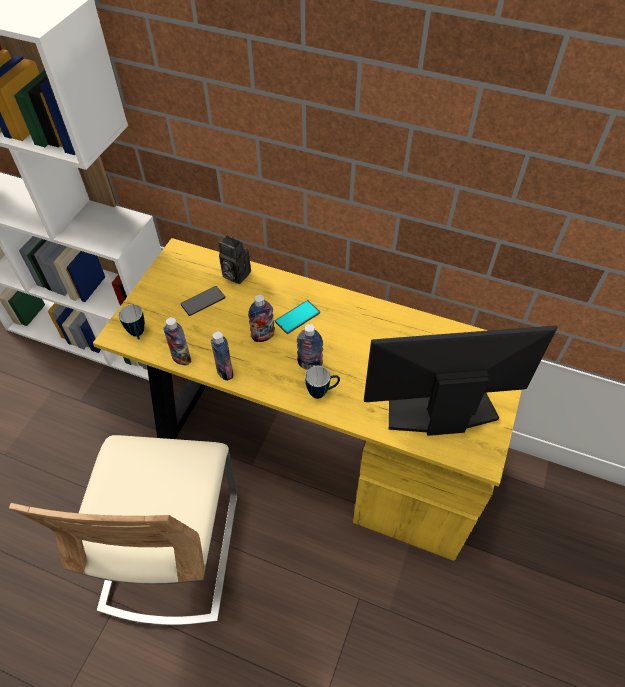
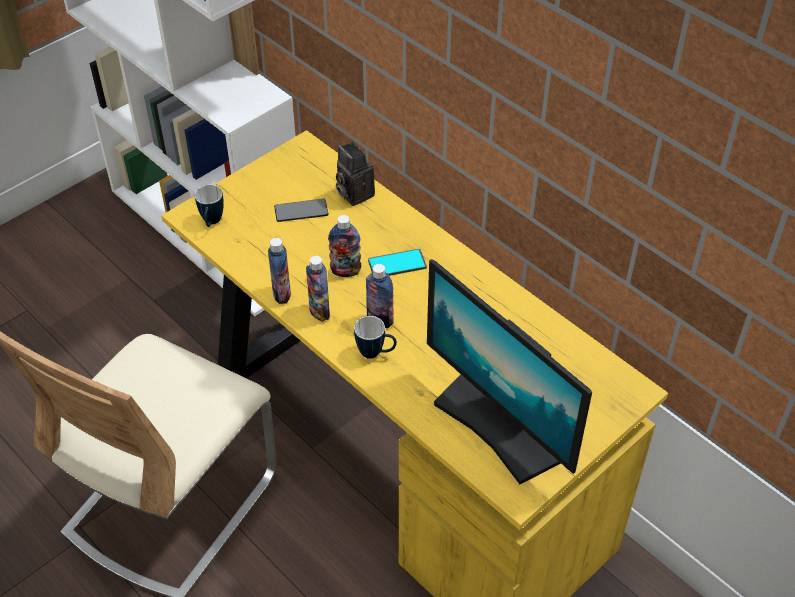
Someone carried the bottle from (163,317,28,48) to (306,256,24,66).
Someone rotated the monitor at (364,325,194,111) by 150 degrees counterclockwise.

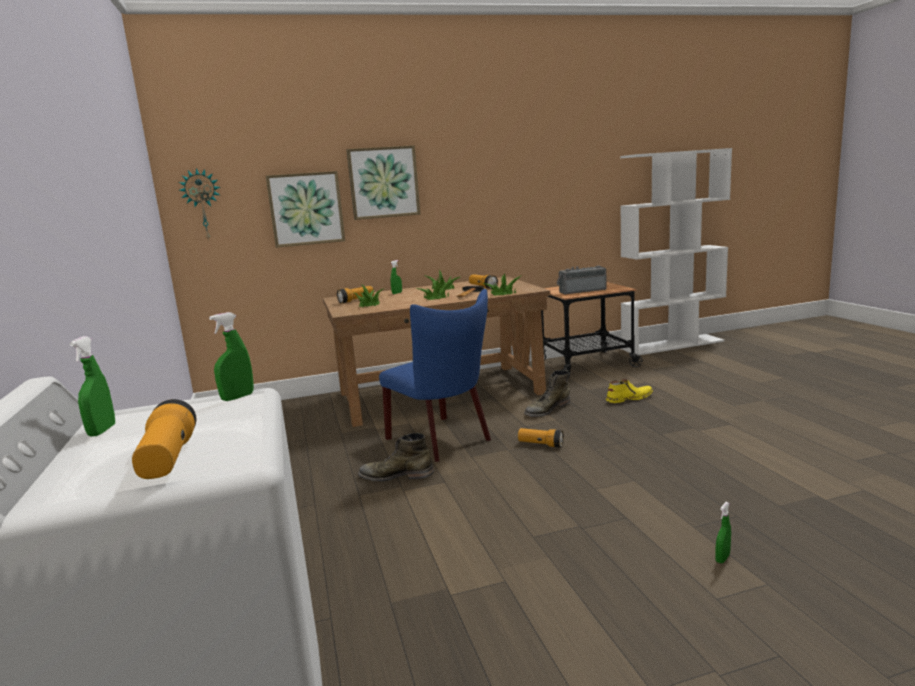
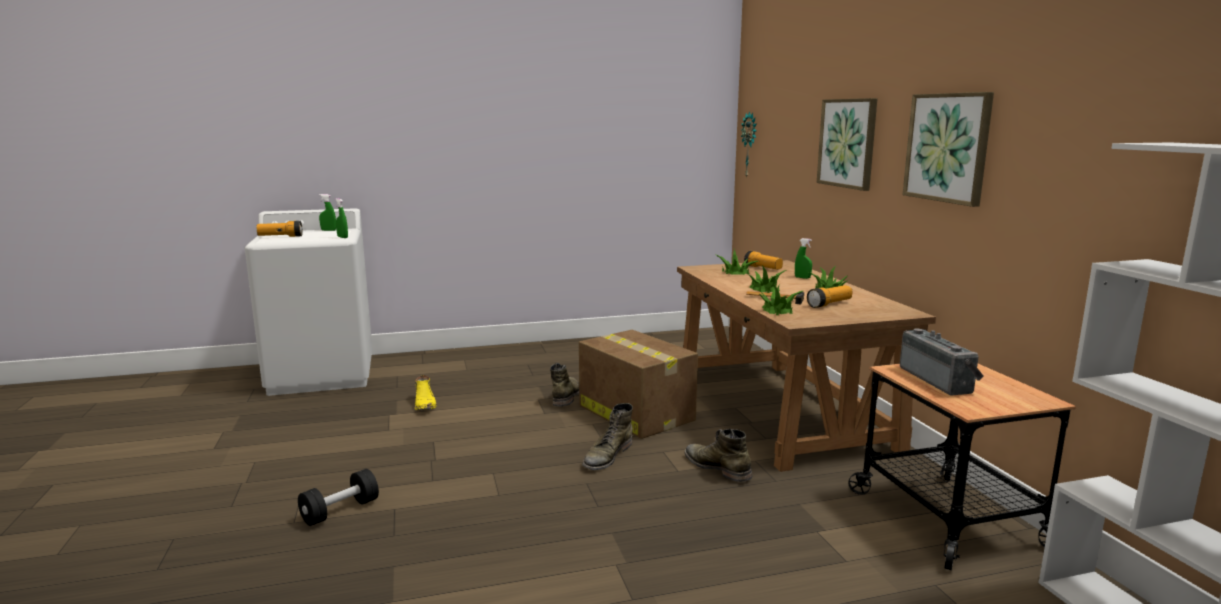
Someone carried the picture from (266,171,79,77) to (903,92,91,115).
Someone swapped the chair (blue) at (379,289,112,173) for the cardboard box at (579,330,119,109).
Someone carried the boot (yellow) from (606,378,47,25) to (415,375,21,35).
Someone swapped the flashlight at (518,428,46,20) for the boot (green) at (582,403,51,67).
Someone swapped the spray bottle (green) at (715,502,16,61) for the dumbbell (black) at (298,469,81,57).

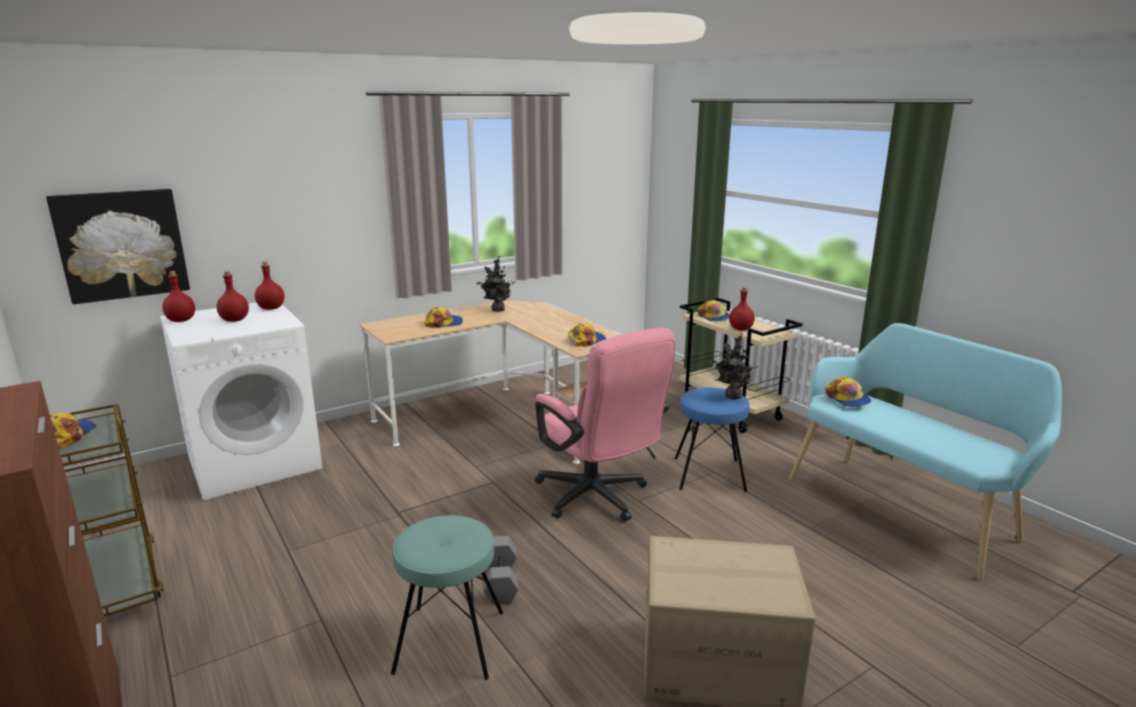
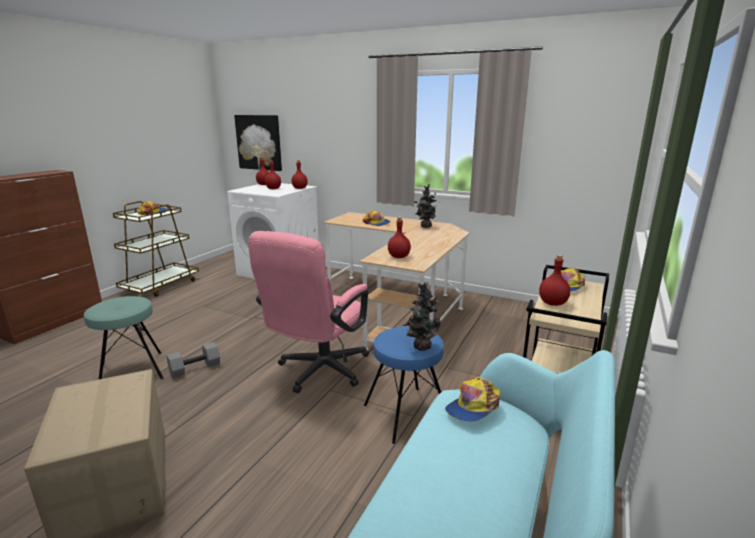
Someone swapped the cap at (568,323,38,24) for the bottle (red) at (388,217,23,41).

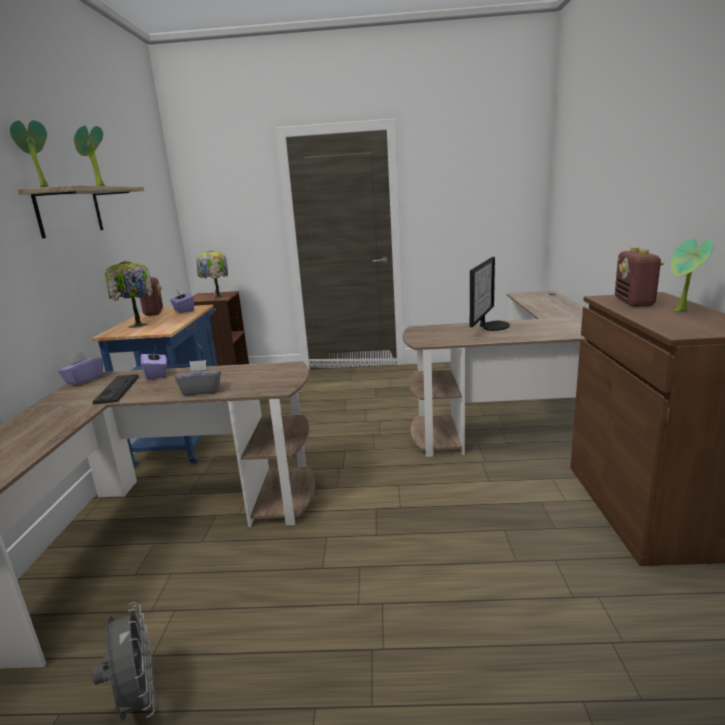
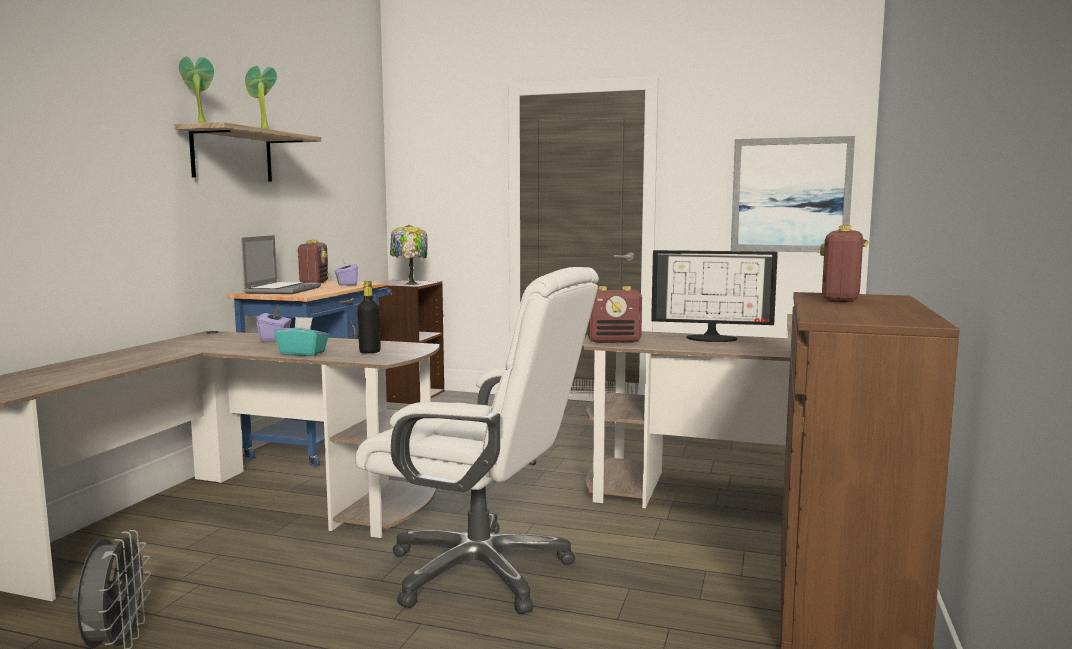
Someone took away the potted plant at (671,238,43,74).
Someone rotated the monitor at (470,257,40,74) by 60 degrees clockwise.
Someone swapped the table lamp at (105,261,48,67) for the laptop at (241,235,80,59).
Someone took away the tissue box (purple) at (58,351,45,34).
Someone repainted the tissue box (grey) at (175,360,46,35), which became the tissue box (turquoise) at (274,317,55,39).
Someone took away the keyboard at (93,374,46,31).
Someone put up the picture at (731,136,124,116).
Someone put down the office chair (white) at (355,267,244,347).
Someone put down the bottle (black) at (357,281,23,73).
Someone put down the radio at (588,286,54,57).

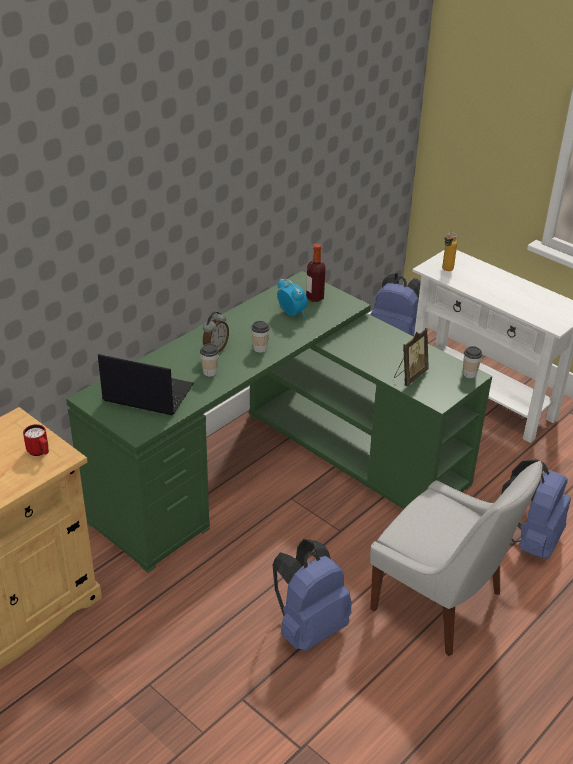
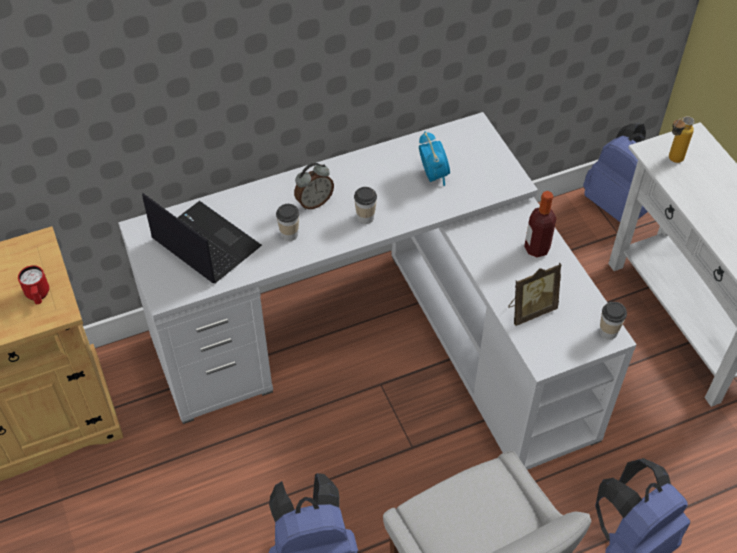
Someone carried the bottle from (306,244,19,58) to (524,191,32,67).
Someone repainted the desk (green) at (66,271,426,302), which became the desk (white) at (118,112,519,358).

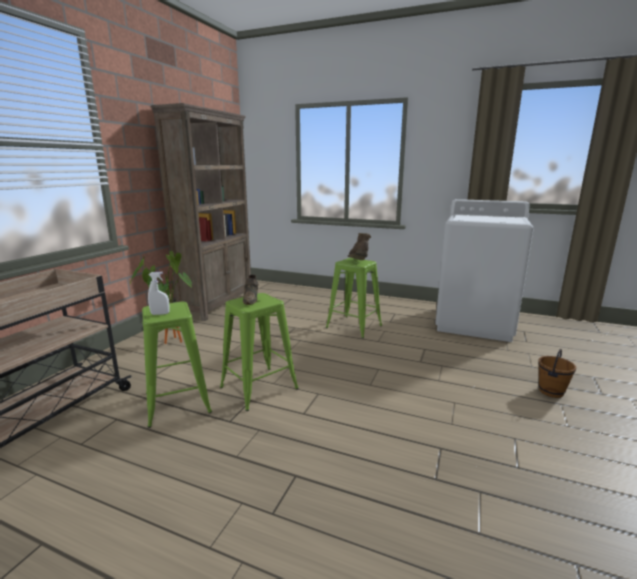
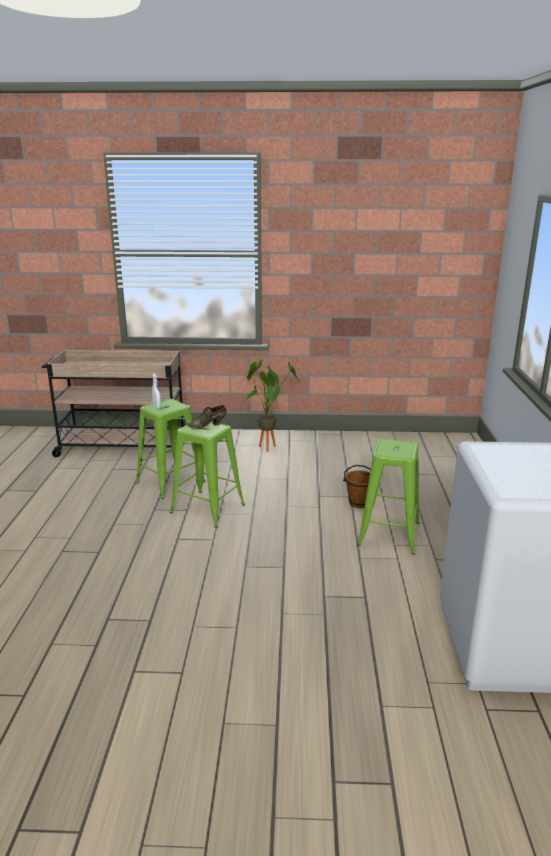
Someone took away the bookcase (brown) at (151,103,100,218).
Someone took away the boot (brown) at (348,233,23,27).
Someone carried the bucket (brown) from (538,349,38,49) to (343,465,28,43).

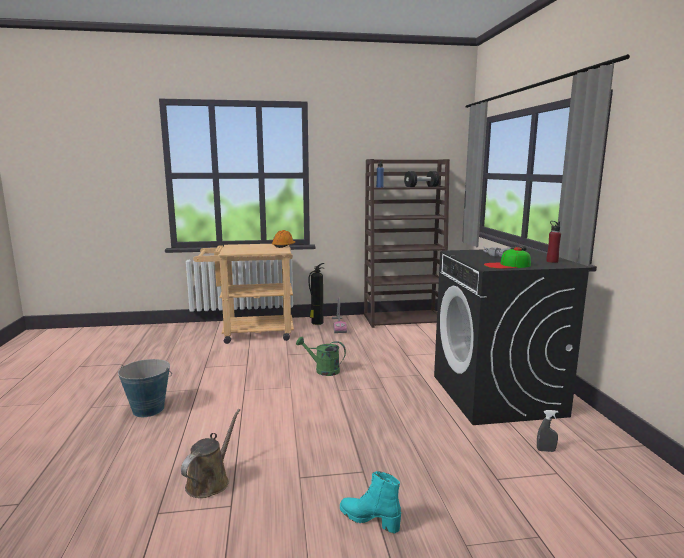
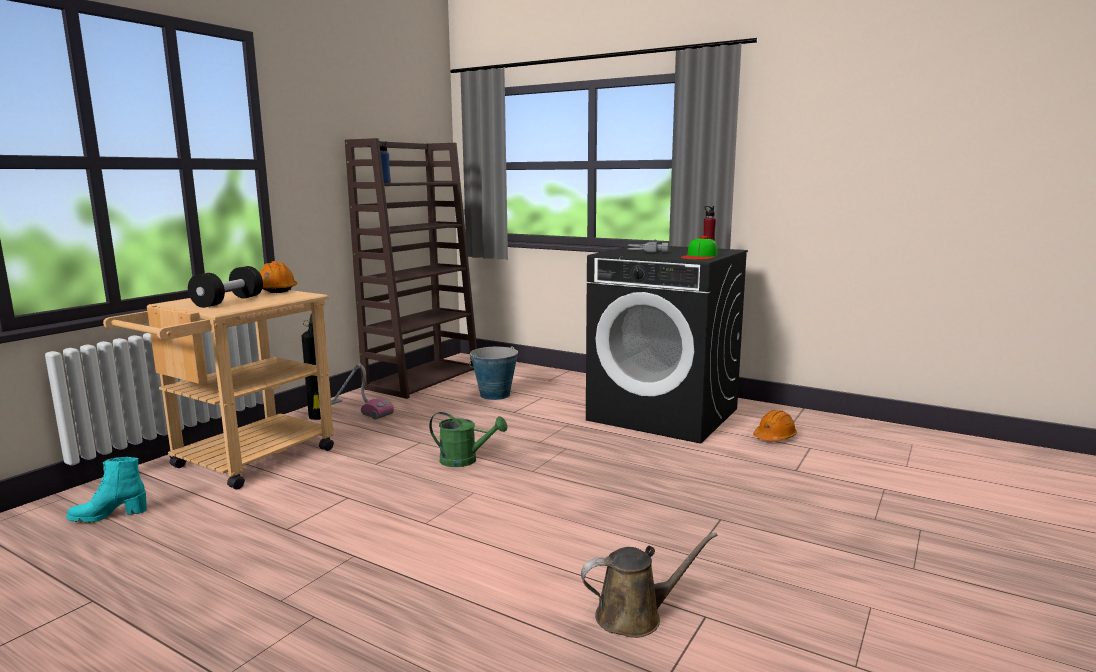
Someone carried the dumbbell (black) from (404,171,36,16) to (188,266,75,42).
Someone rotated the watering can (green) at (296,337,50,39) by 135 degrees counterclockwise.
Someone carried the bucket from (118,359,54,58) to (469,346,49,54).
Someone rotated the watering can (brown) at (181,409,59,89) by 105 degrees clockwise.
Someone swapped the spray bottle (grey) at (537,410,21,42) for the hard hat (orange) at (753,410,44,31).
Someone carried the boot (turquoise) from (340,471,61,62) to (67,457,80,66).

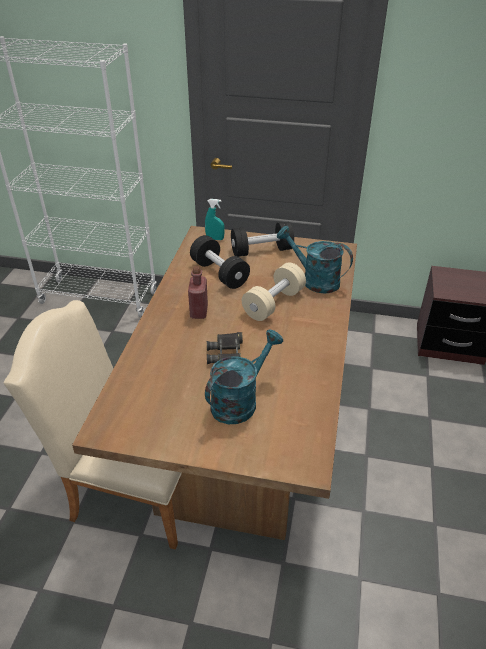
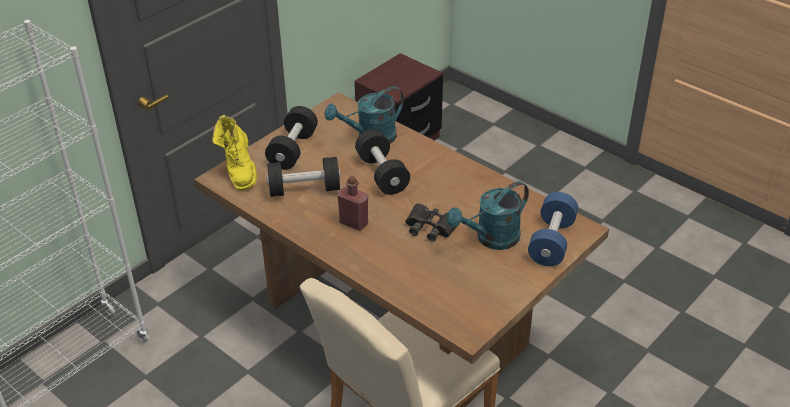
Someone swapped the spray bottle (turquoise) at (205,199,19,41) for the boot (yellow) at (212,115,45,75).
Someone repainted the dumbbell (beige) at (242,262,64,59), which became the dumbbell (black) at (355,129,55,66).
Someone rotated the watering can (turquoise) at (205,329,78,95) by 105 degrees counterclockwise.
Someone put down the dumbbell (blue) at (528,192,50,74).

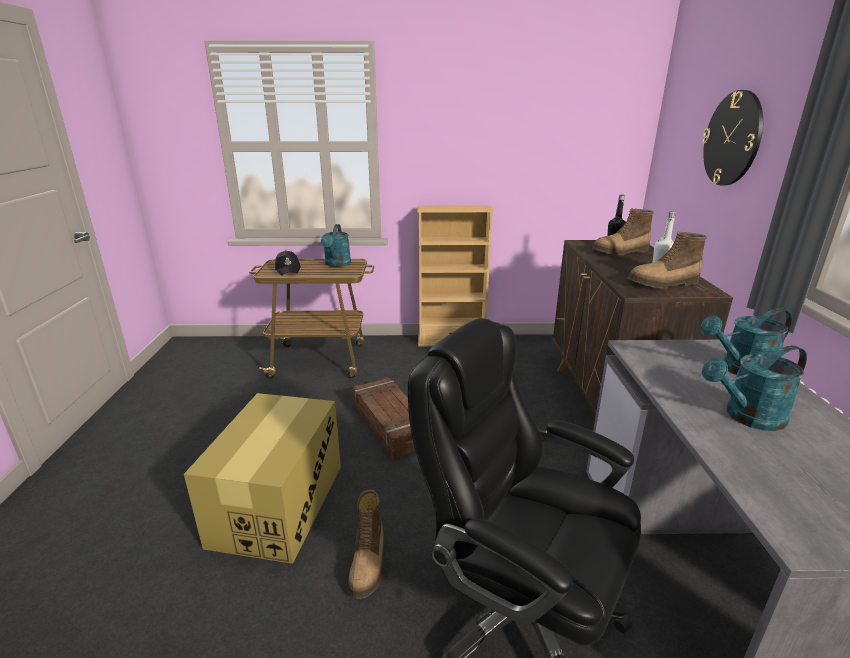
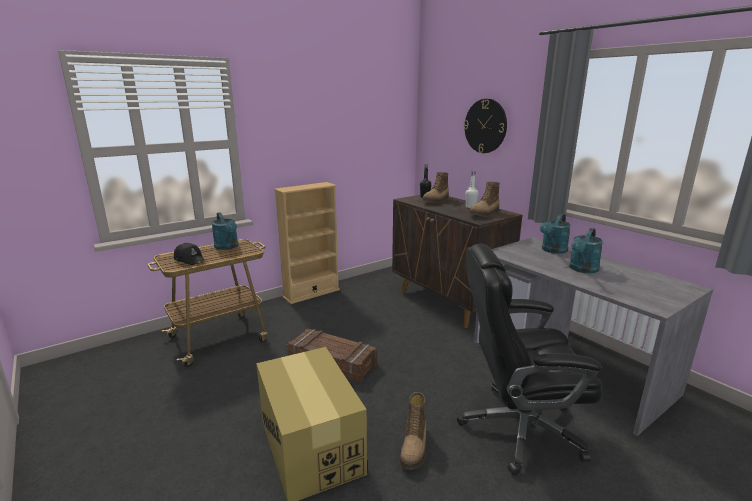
Someone rotated the boot at (348,489,36,110) by 45 degrees clockwise.

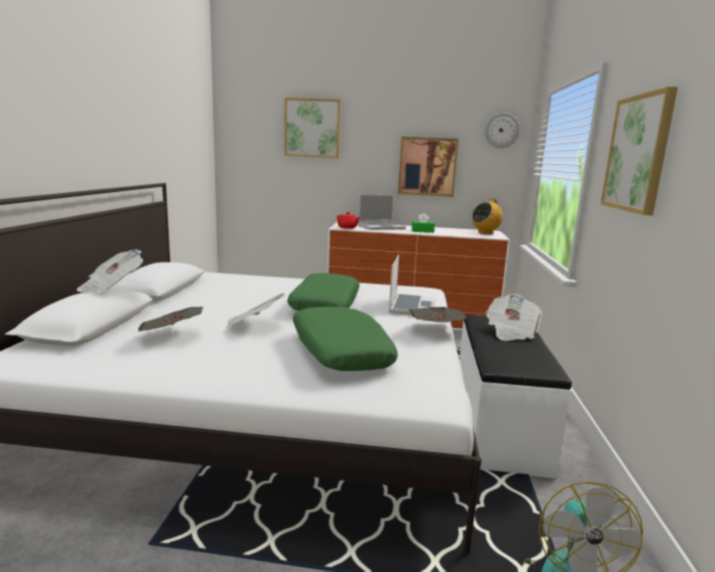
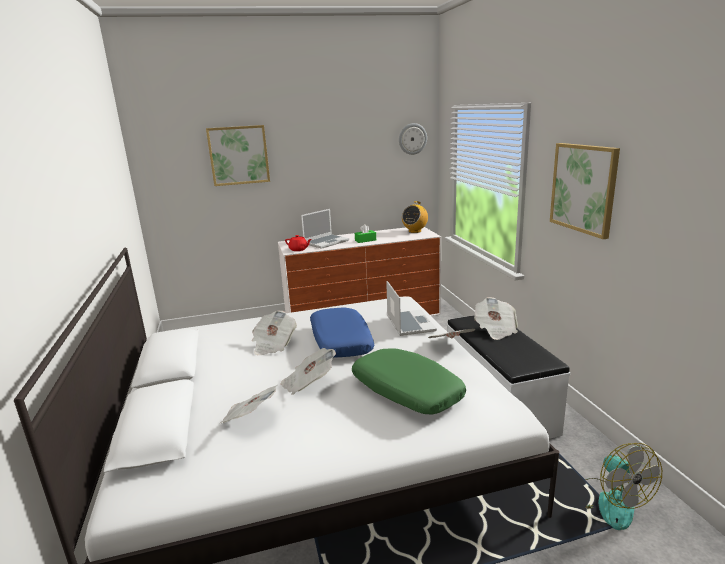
Someone took away the picture at (398,137,61,60).
Someone carried the newspaper from (77,250,66,43) to (252,311,45,44).
Someone repainted the pillow (green) at (287,273,72,38), which became the pillow (blue) at (310,307,64,51).

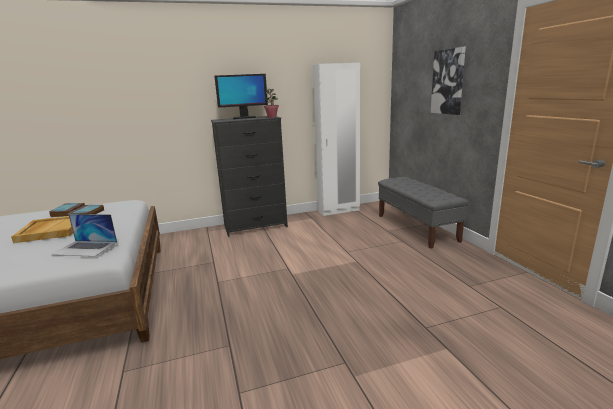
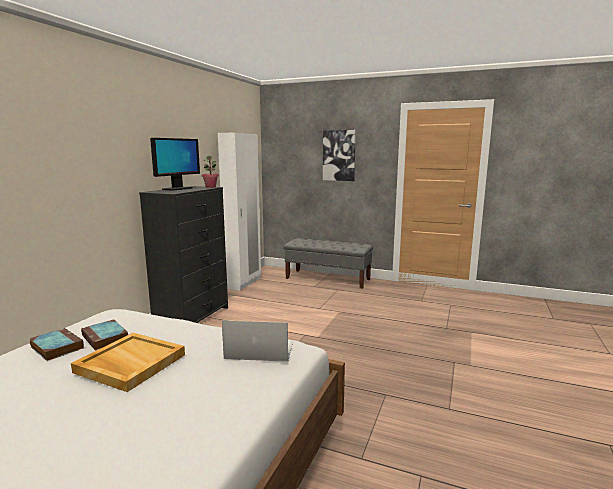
Someone rotated the laptop at (51,214,66,43) by 135 degrees counterclockwise.

